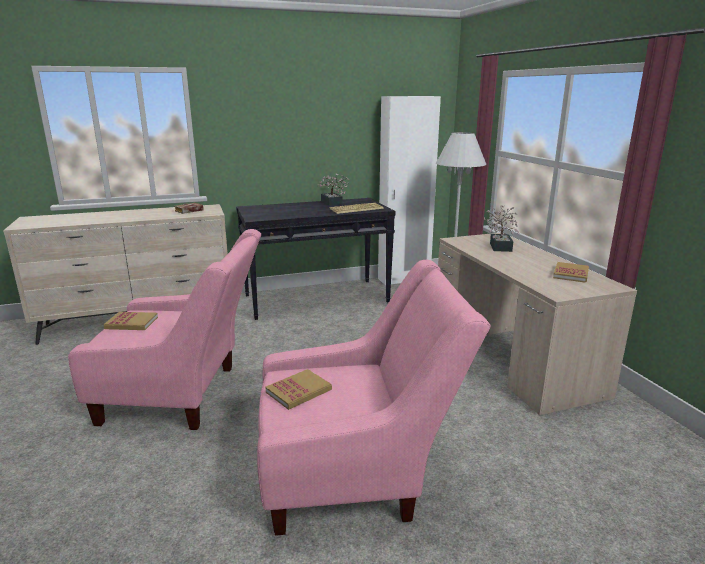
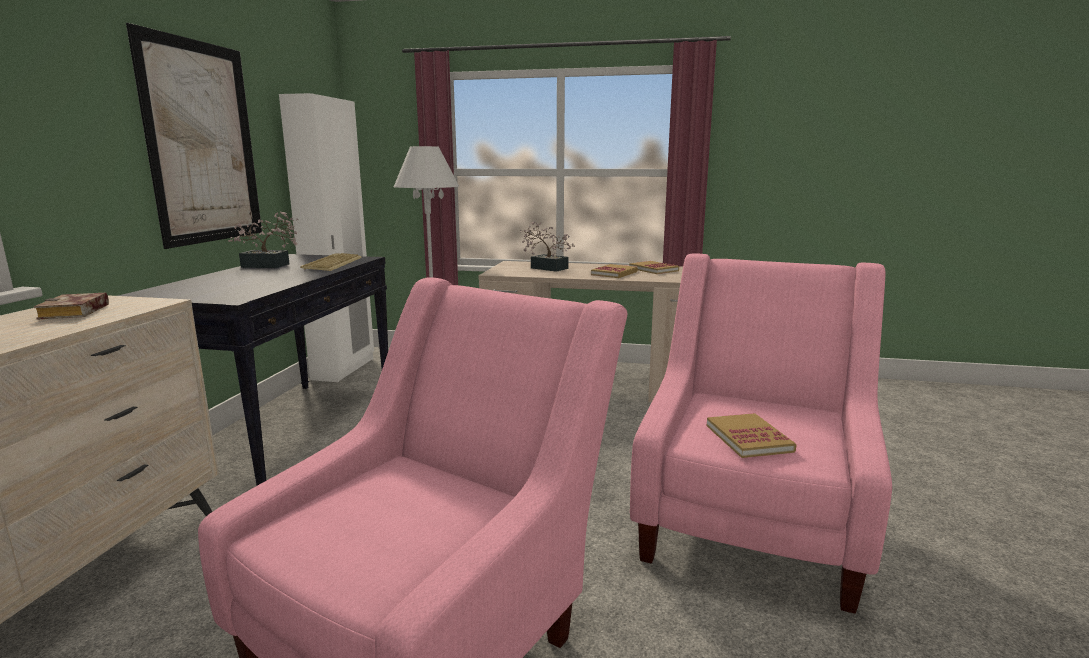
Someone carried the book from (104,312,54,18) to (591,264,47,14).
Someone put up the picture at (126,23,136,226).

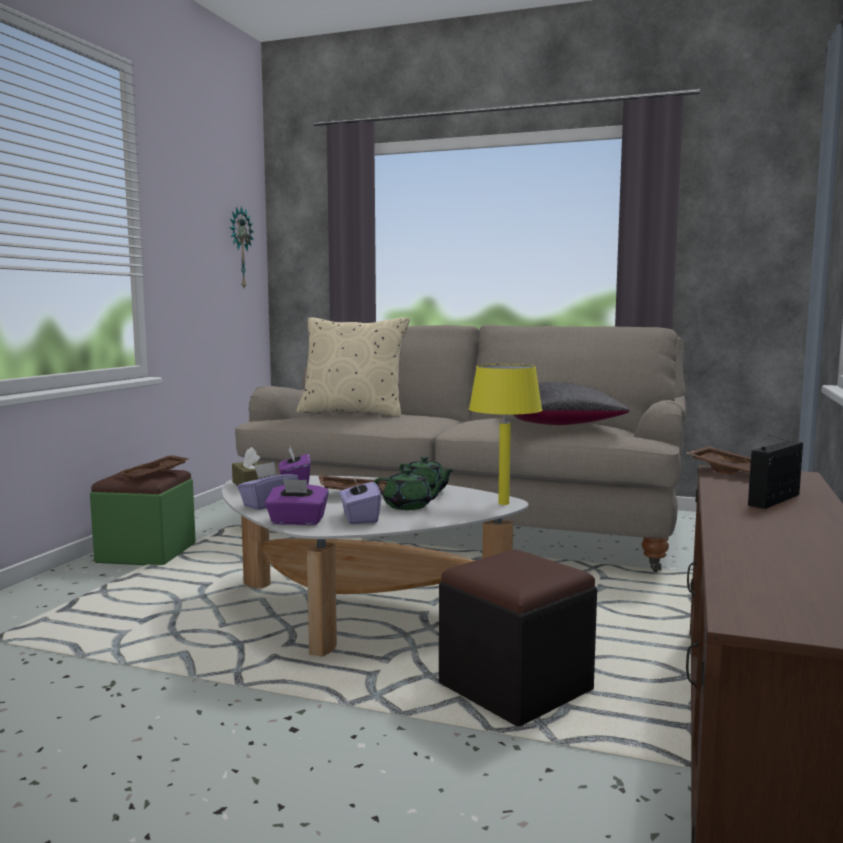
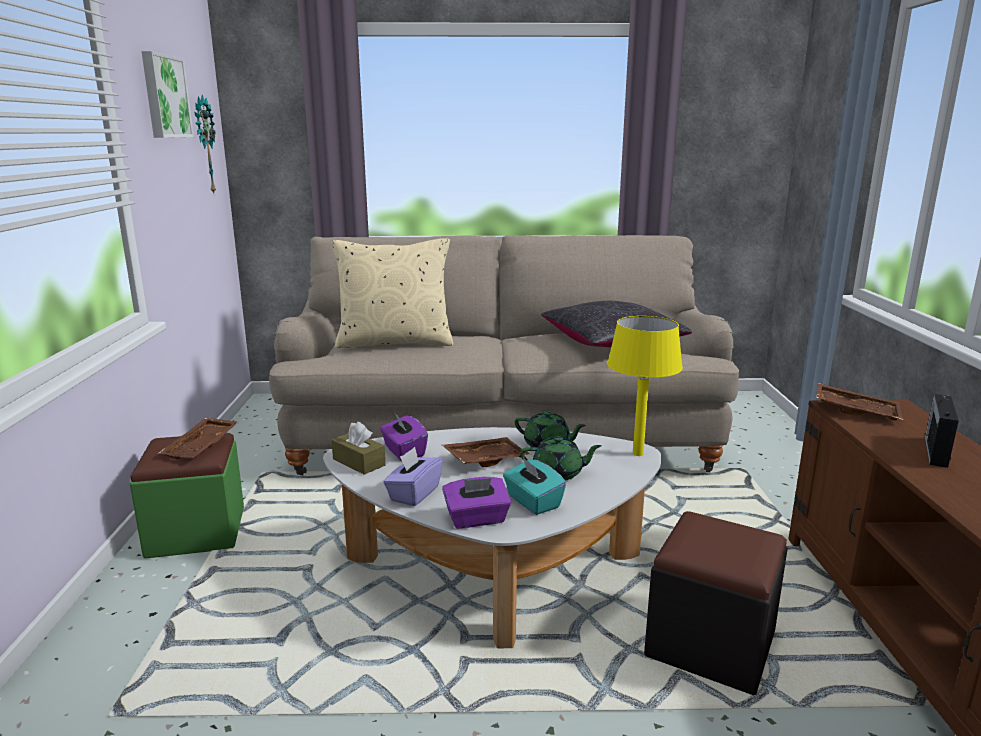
Someone repainted the tissue box (purple) at (339,474,42,50), which became the tissue box (turquoise) at (503,458,63,57).
Someone put up the picture at (142,51,52,87).

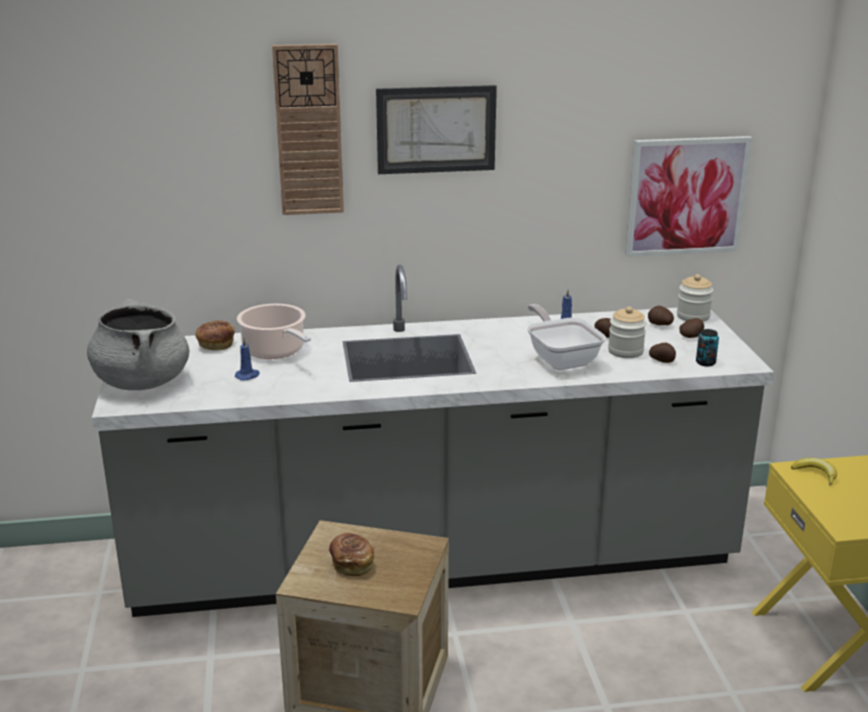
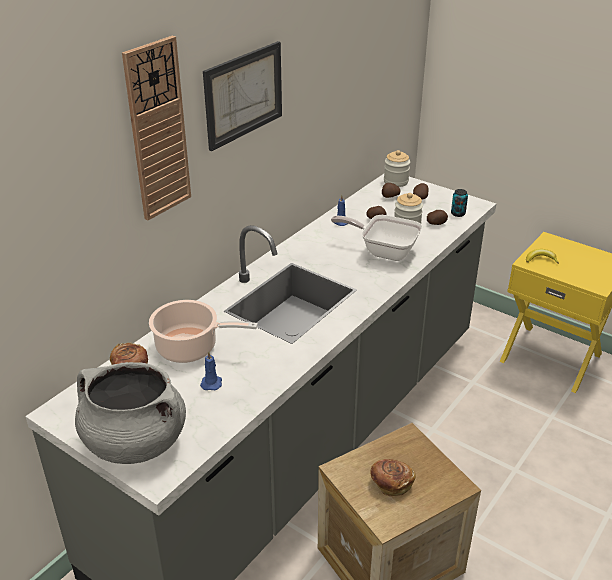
Someone took away the picture at (625,136,127,121).

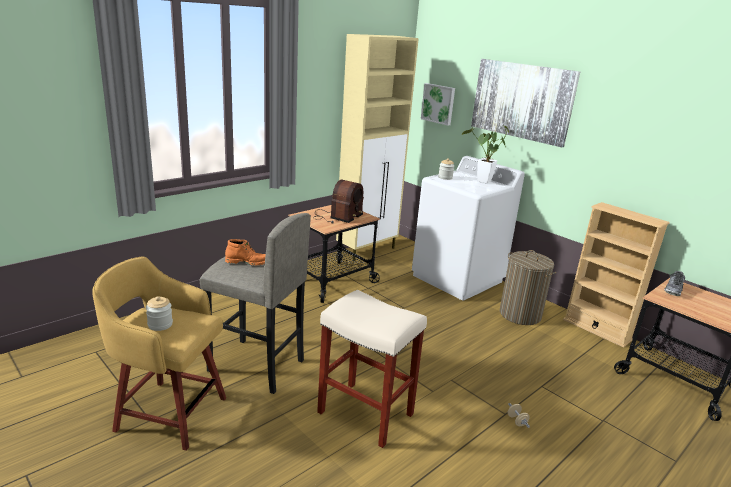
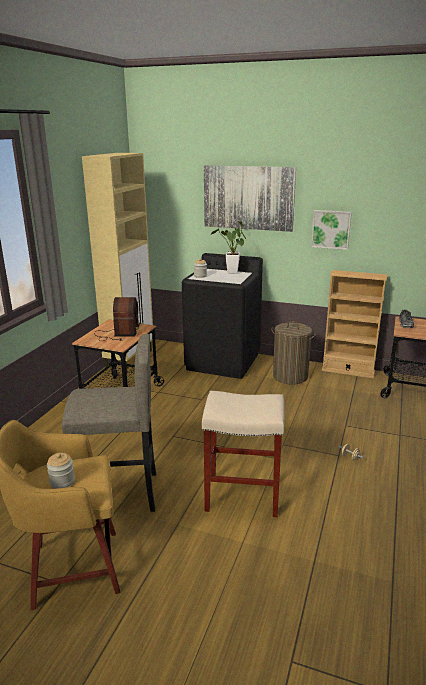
Someone carried the picture from (421,83,34,43) to (311,210,41,40).
Someone repainted the washing machine (white) at (412,156,113,145), which became the washing machine (black) at (182,253,81,126).
Someone took away the boot (orange) at (225,239,41,27).

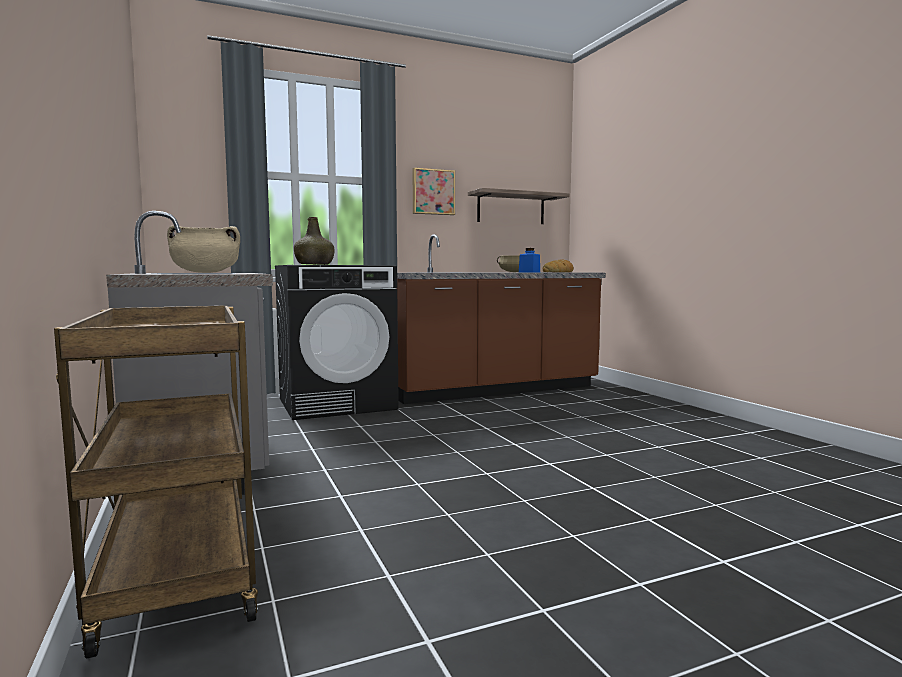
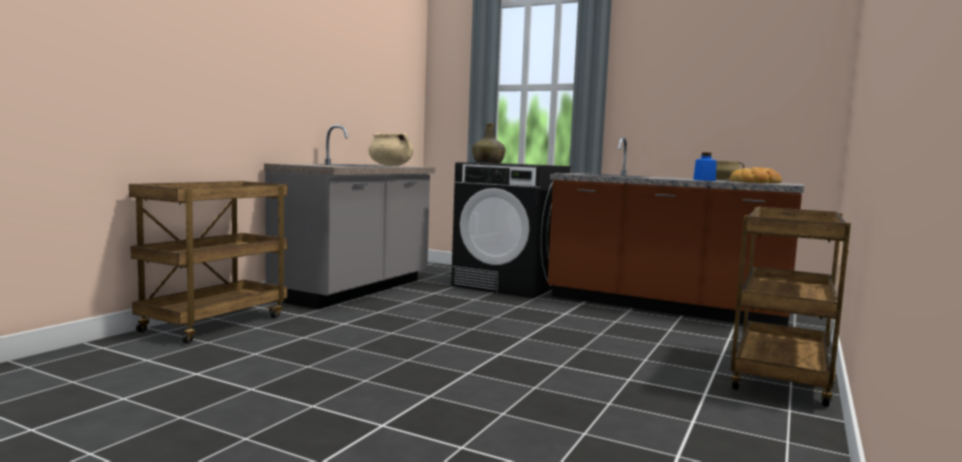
Someone took away the picture at (412,168,43,47).
Someone took away the shelf at (468,188,102,36).
Someone put down the cart (brown) at (730,207,121,200).

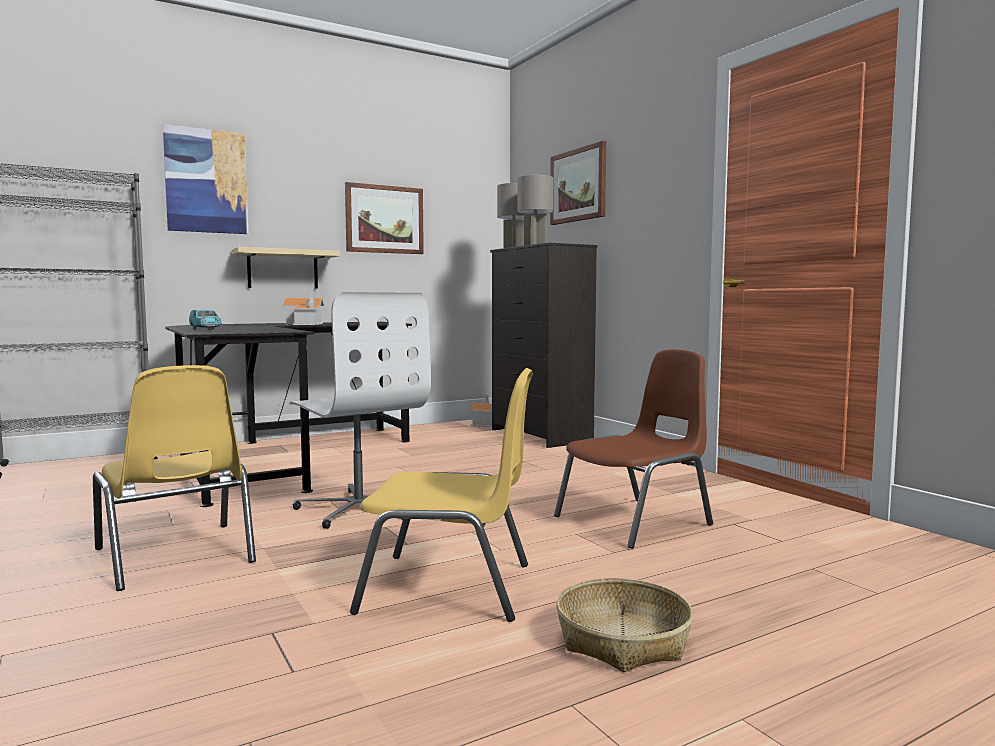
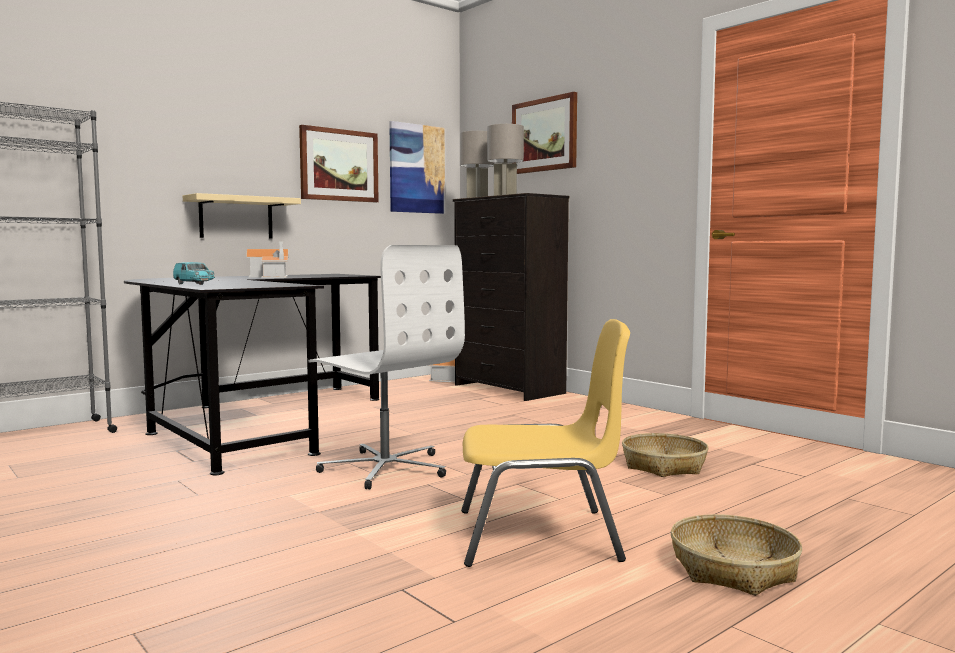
Someone carried the picture from (163,124,85,110) to (389,121,56,93).
Someone swapped the chair (brown) at (554,349,159,200) for the basket at (622,433,87,44).
Someone took away the chair (yellow) at (93,365,163,226).

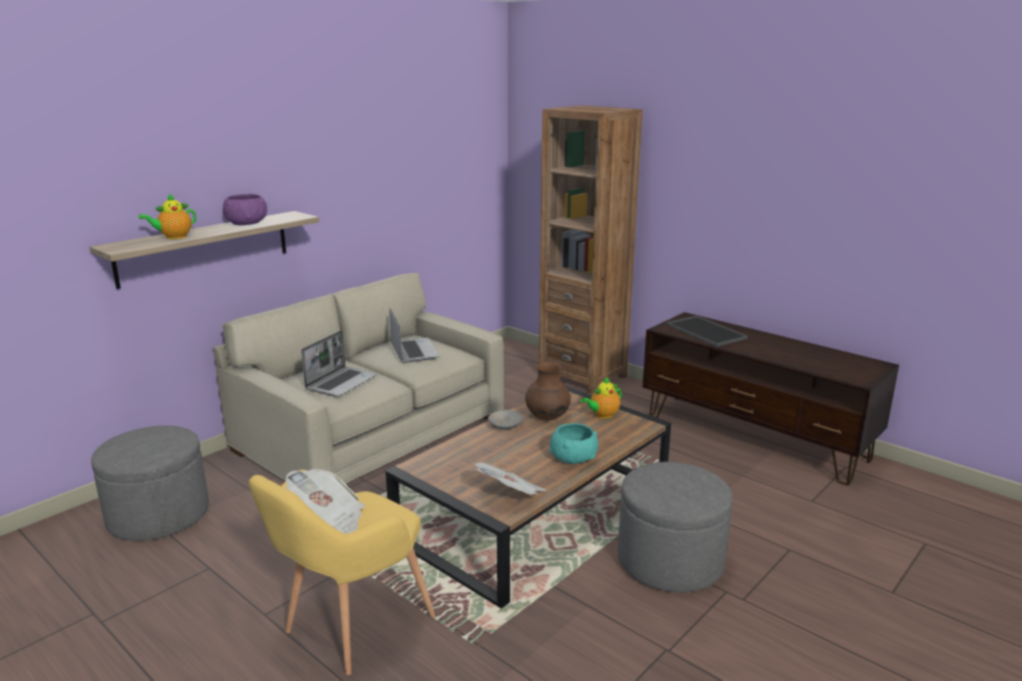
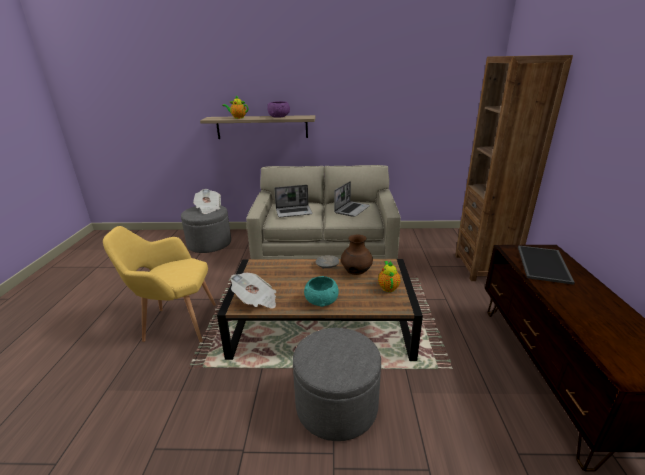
Someone rotated the teapot at (581,377,41,42) by 75 degrees clockwise.
Someone carried the newspaper from (286,469,78,65) to (193,189,28,25).

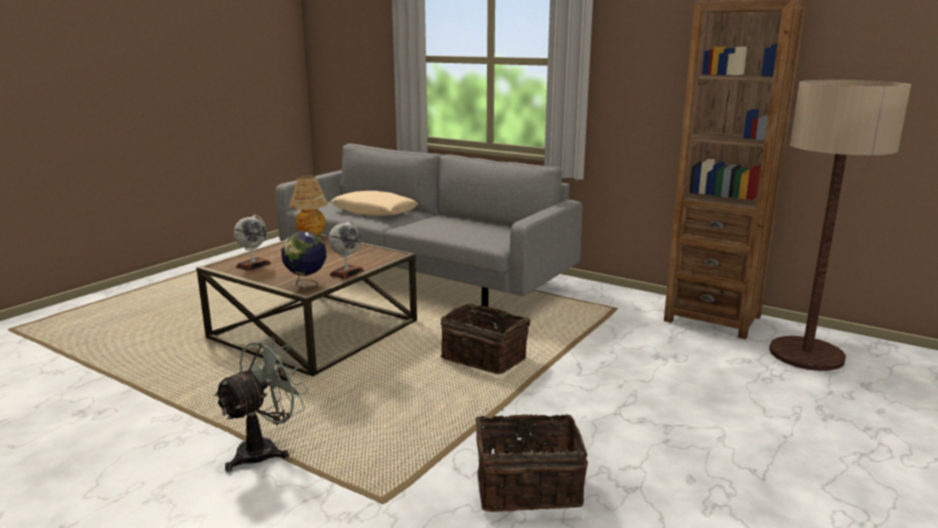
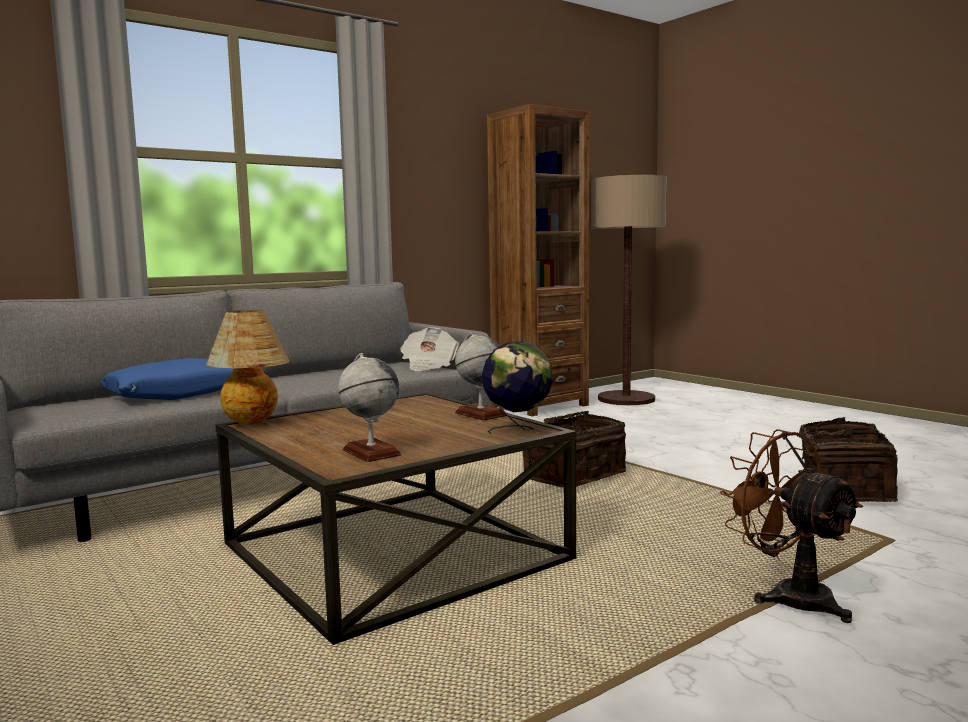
Someone repainted the pillow (beige) at (331,191,87,25), which became the pillow (blue) at (100,358,134,42).
Someone repainted the fan (grey) at (213,337,96,135), which became the fan (brown) at (720,429,143,194).
Someone put down the newspaper at (400,327,59,44).

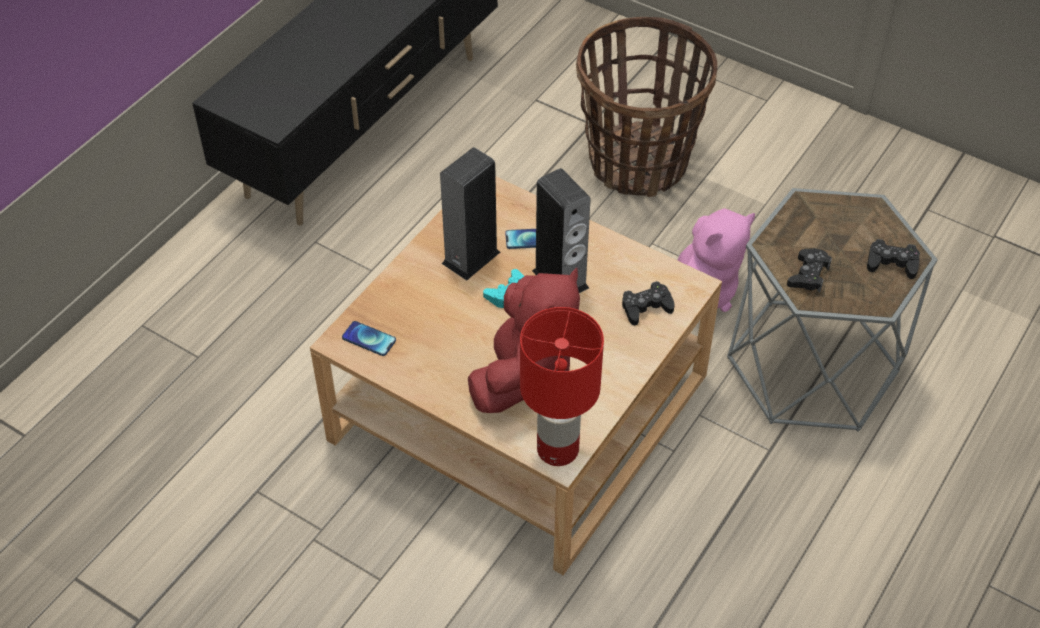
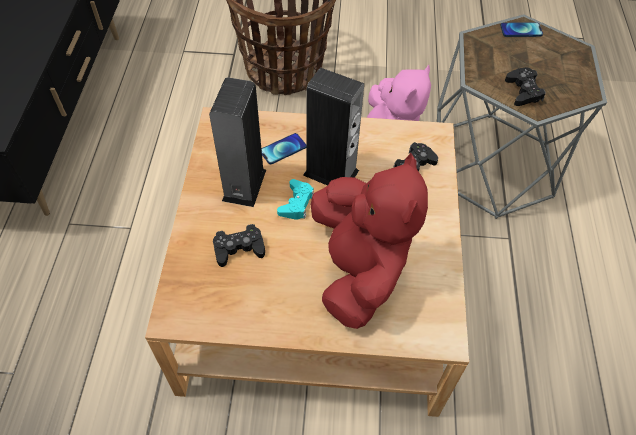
Someone carried the game controller (black) from (867,239,53,40) to (213,224,52,43).
Someone took away the table lamp (red) at (520,307,84,159).
Someone carried the phone from (342,321,54,35) to (500,22,43,15).

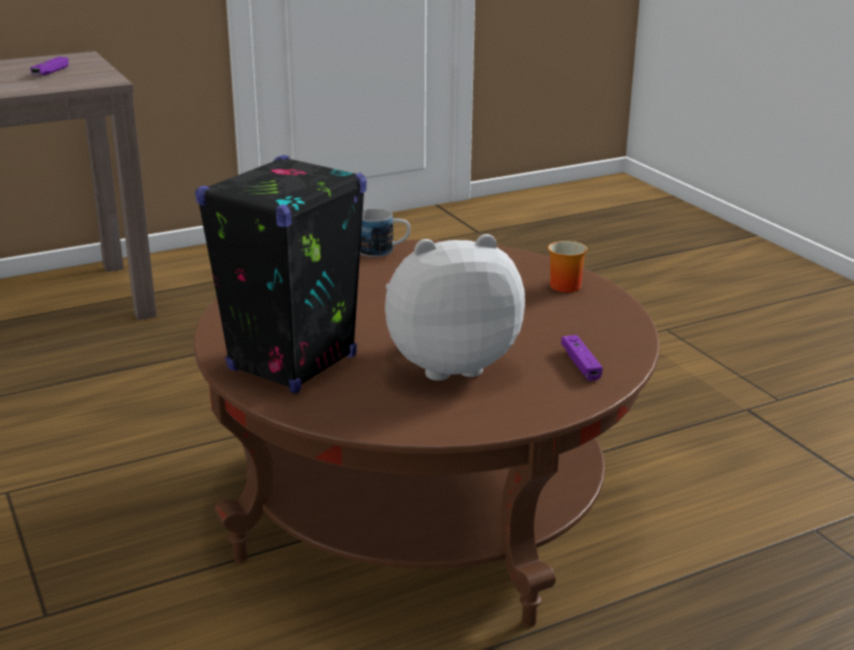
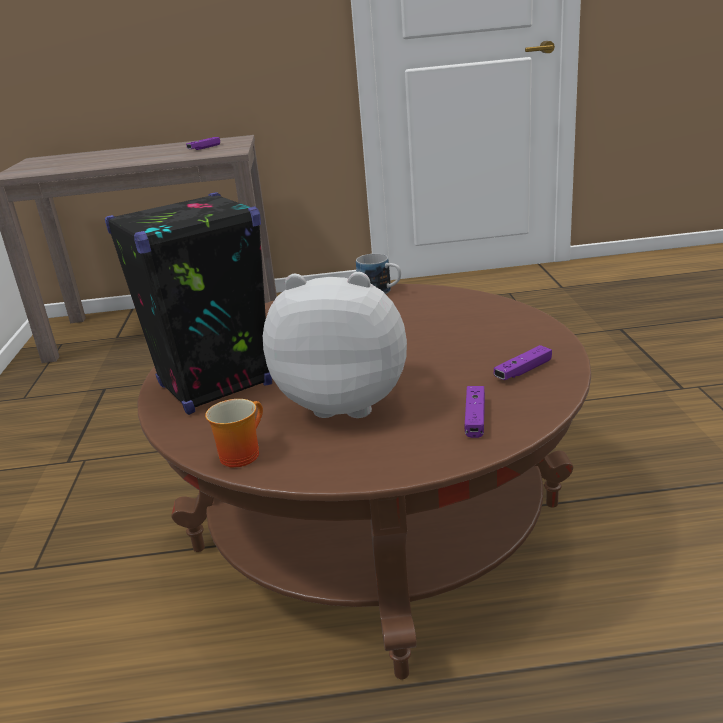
Someone carried the mug from (548,241,39,51) to (205,399,58,69).
Someone put down the game controller (purple) at (494,345,58,35).

